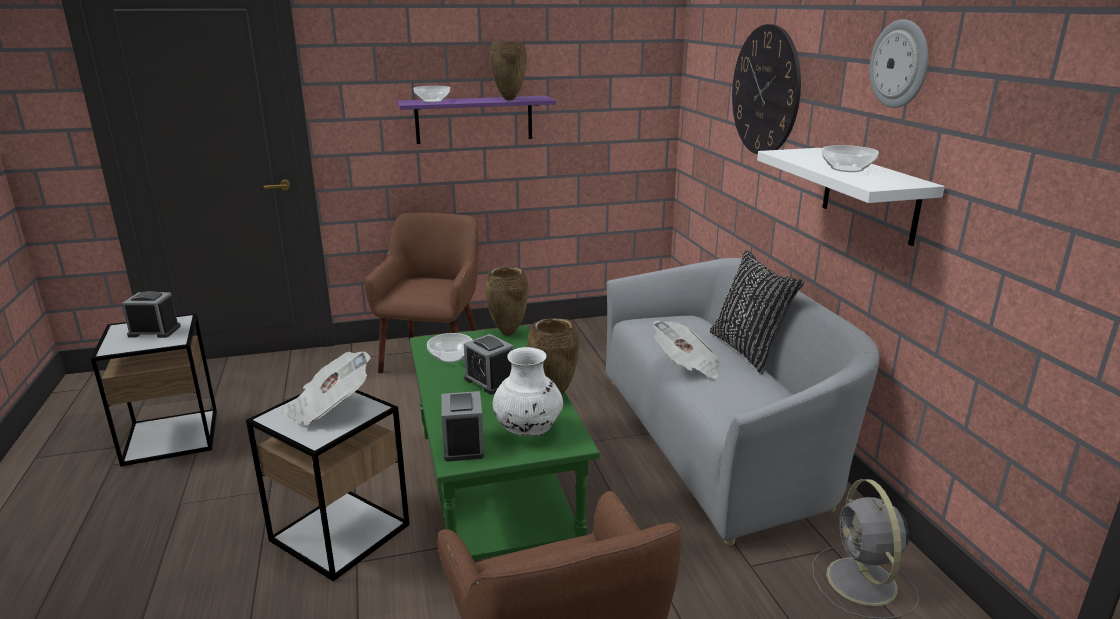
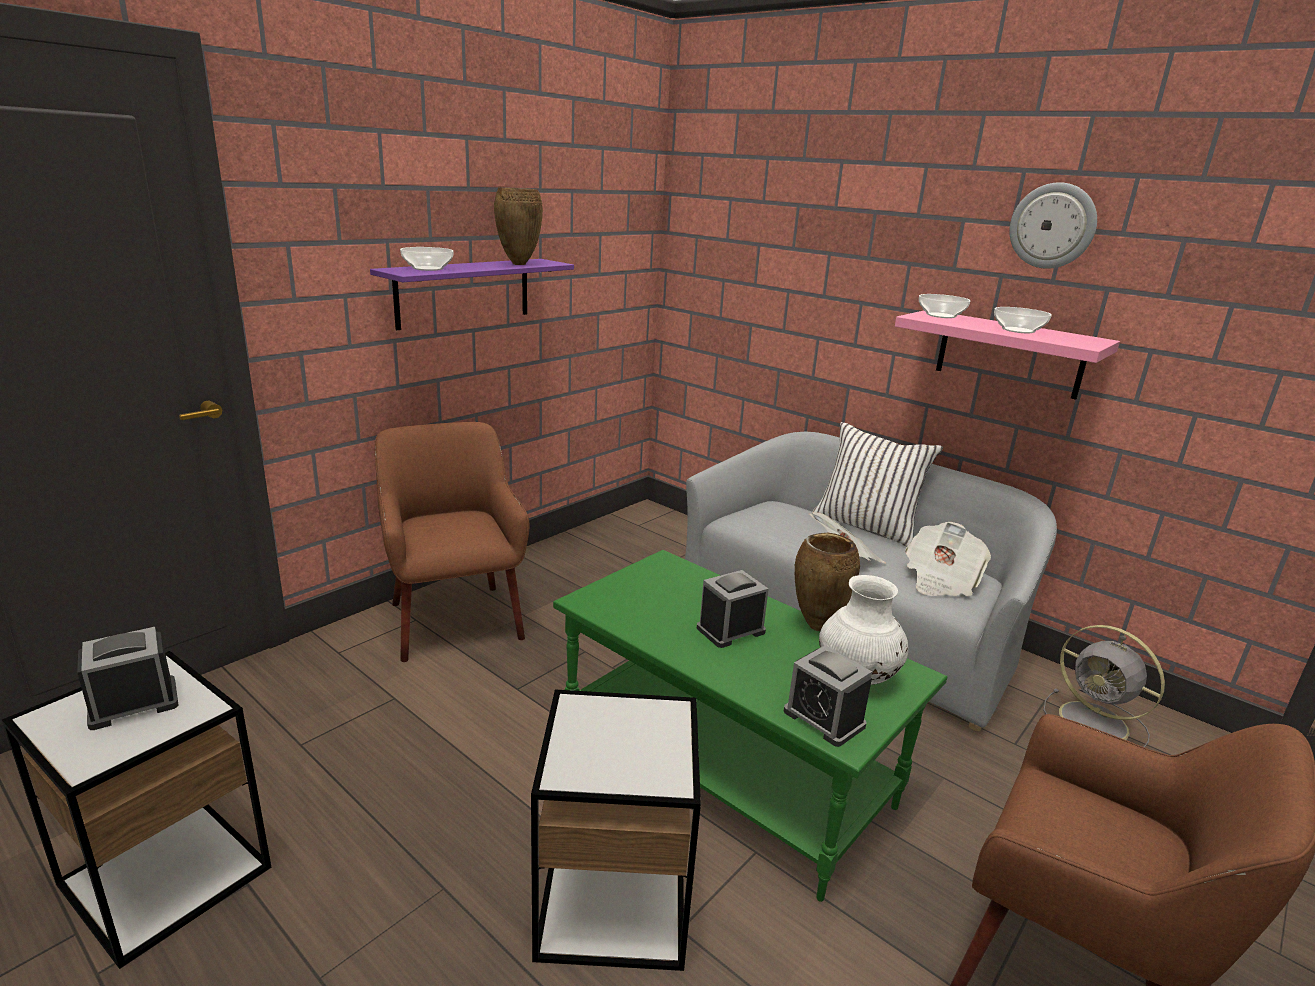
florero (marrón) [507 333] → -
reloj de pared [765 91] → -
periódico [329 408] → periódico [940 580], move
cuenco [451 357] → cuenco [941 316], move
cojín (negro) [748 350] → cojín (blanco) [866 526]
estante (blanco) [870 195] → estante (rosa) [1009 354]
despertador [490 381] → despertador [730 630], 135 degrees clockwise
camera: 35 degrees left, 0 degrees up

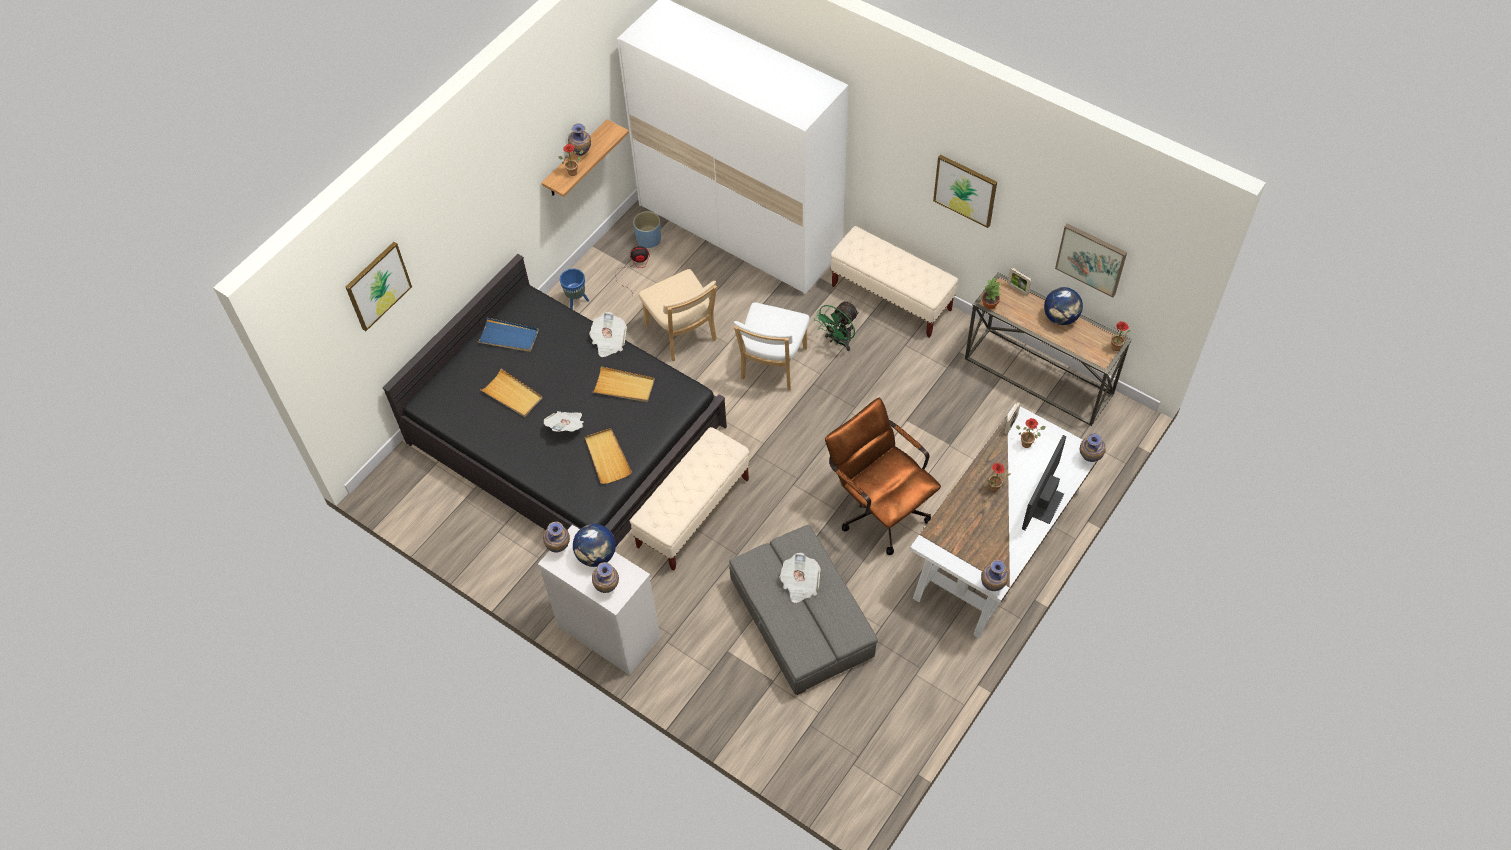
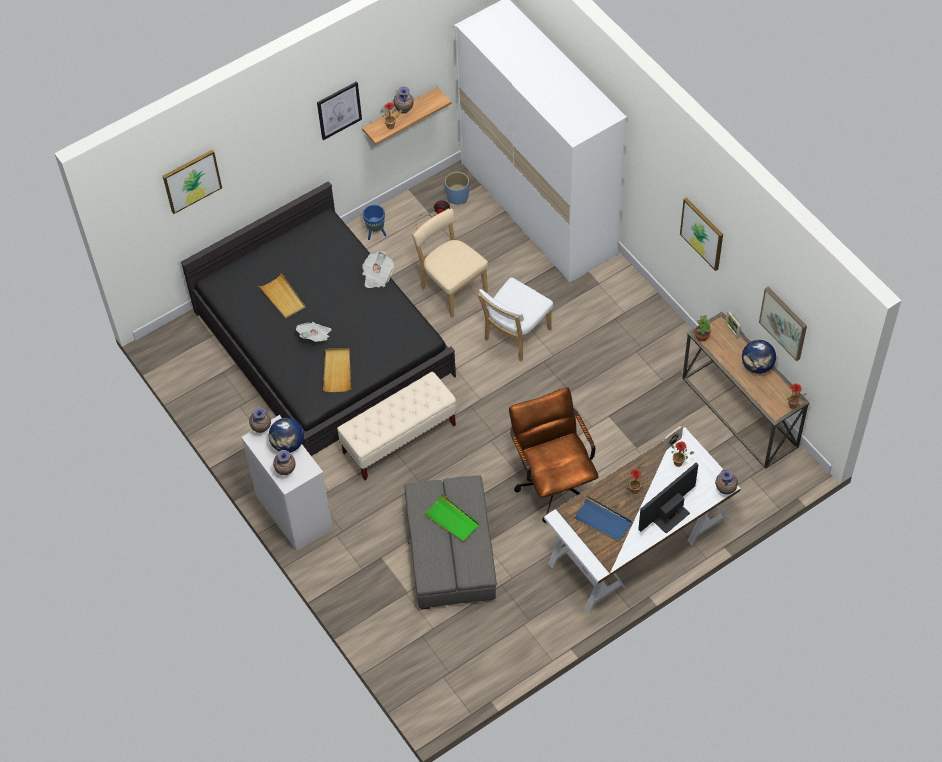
bandeja (beis) [624 386] → -
ventilador (verde) [838 341] → -
banco (beis) [891 298] → -
florero [992 586] → -
- → cuadro [339 110]
bandeja (azul) [509 337] → bandeja (azul) [602 521], move
periódico [800 583] → bandeja (verde) [452 520]
silla (beis) [683 335] → silla (beis) [452 288], 150 degrees clockwise
camera: 20 degrees right, 0 degrees up

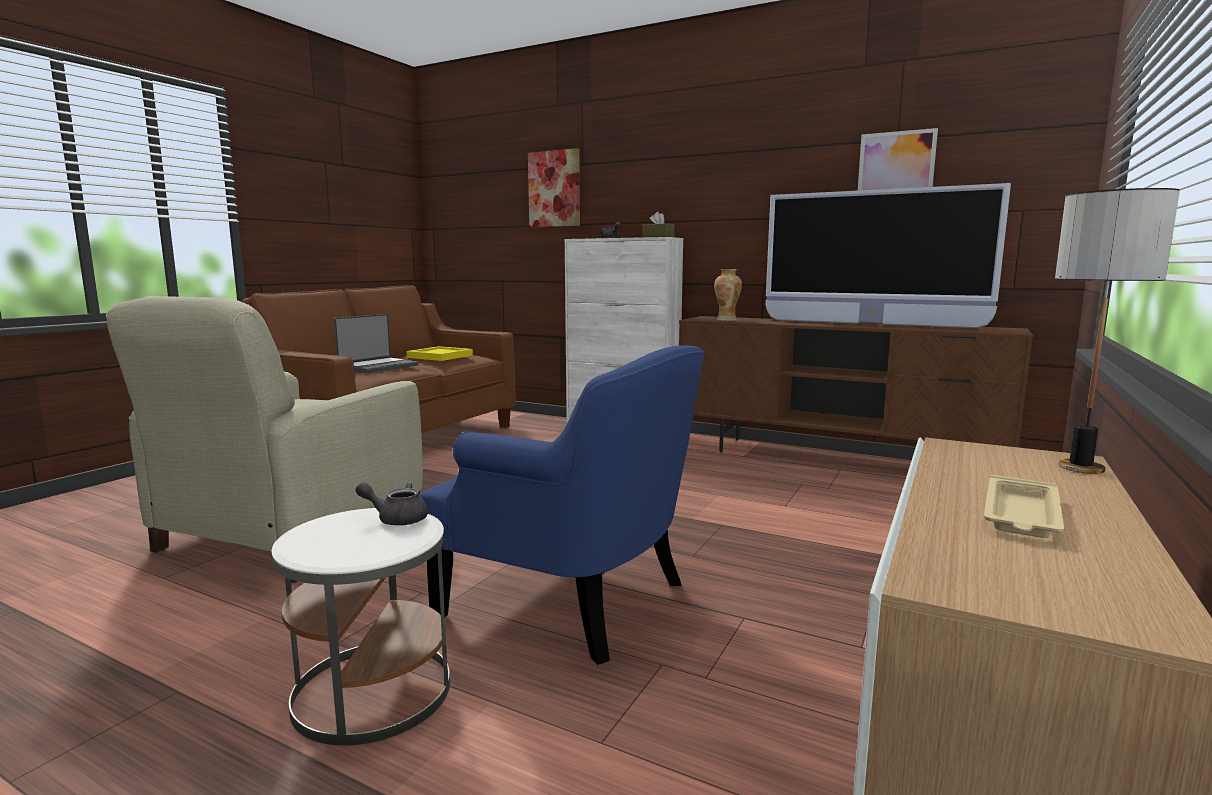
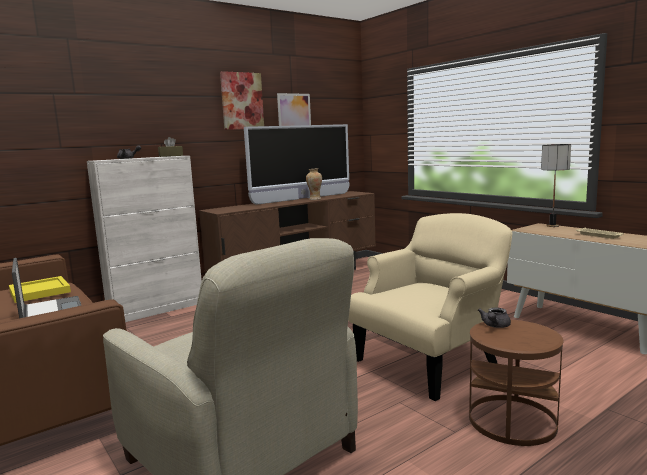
cuadro [554 189] → cuadro [242 101], move
florero [726 320] → florero [315 199], move
mesa auxiliar (blanco) [371 692] → mesa auxiliar (marrón) [512 421]
sillón (azul) [571 598] → sillón (beis) [429 362]
camera: 65 degrees left, 0 degrees up

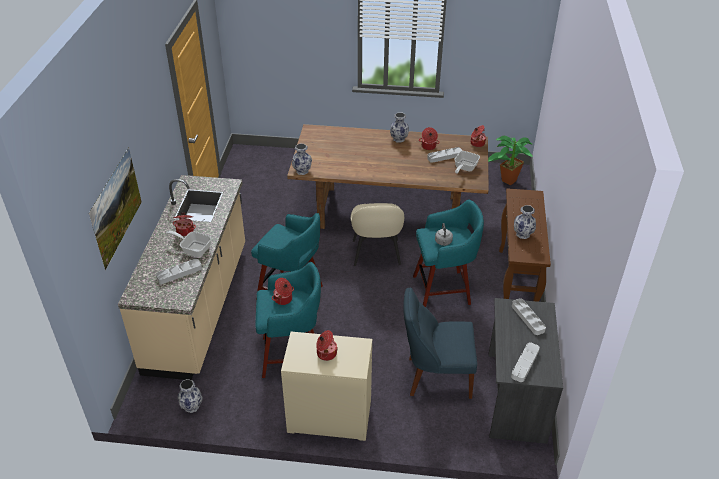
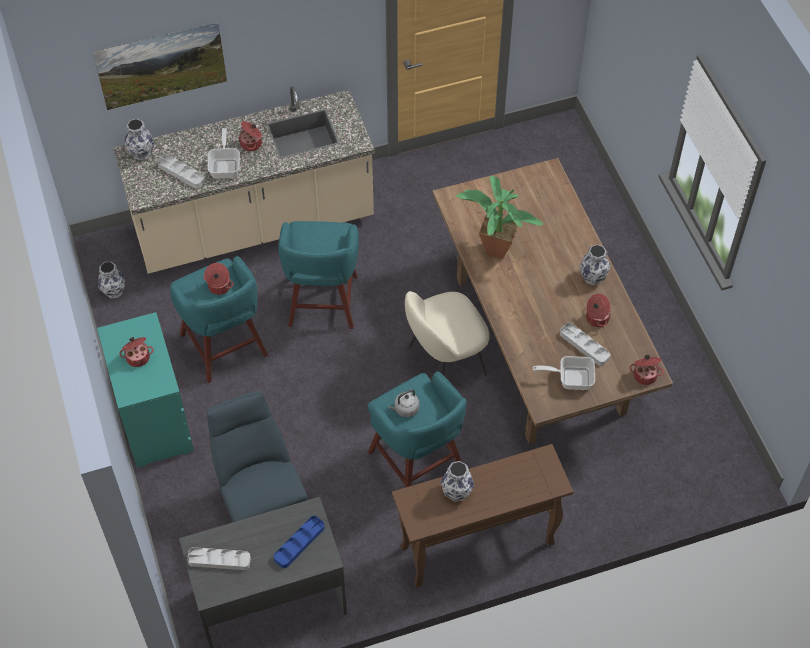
florero [302 171] → florero [141 153], move
planta en maceta [506 182] → planta en maceta [493 247], move
cómoda (beis) [329 417] → cómoda (turquesa) [154 420]
bandeja (gris) [528 318] → bandeja (azul) [299 543]
camera: 65 degrees right, 15 degrees up

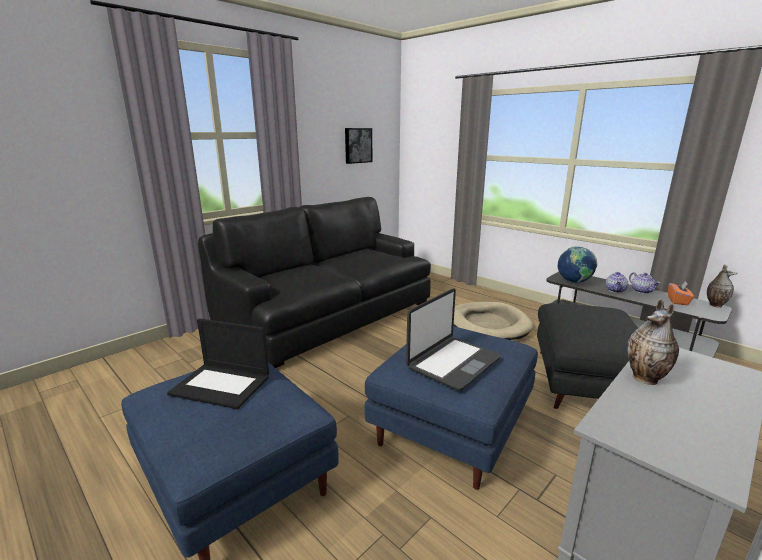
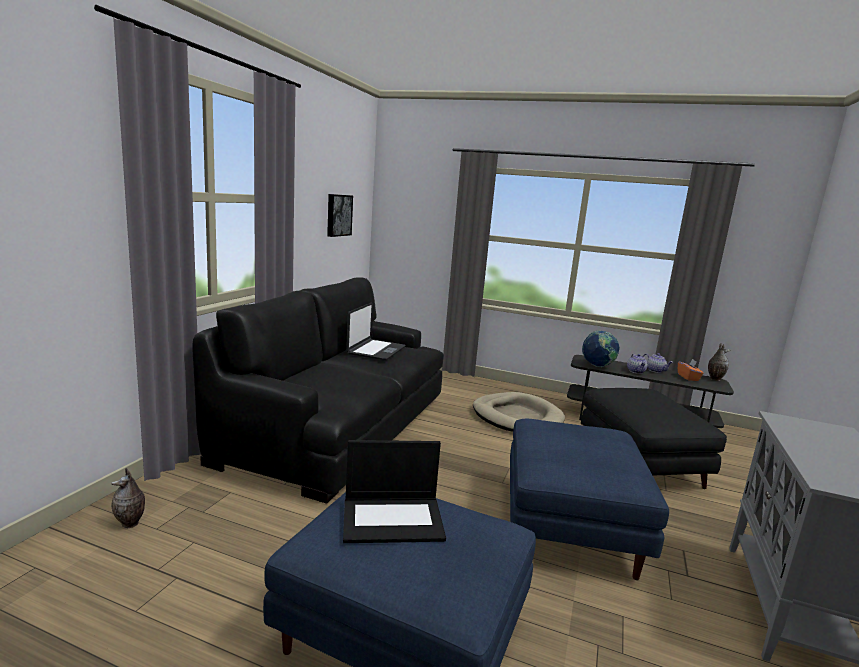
portátil [453 363] → portátil [375 350], move
florero [647 379] → florero [131 524], move
camera: 25 degrees left, 5 degrees down

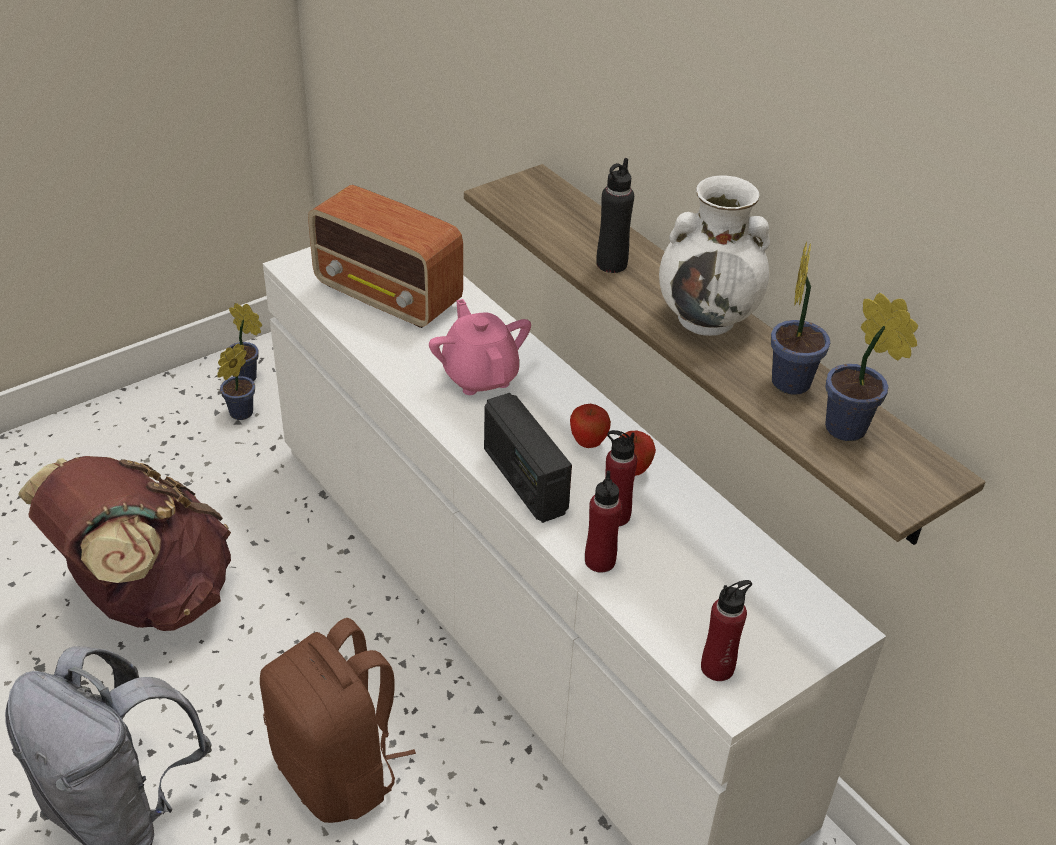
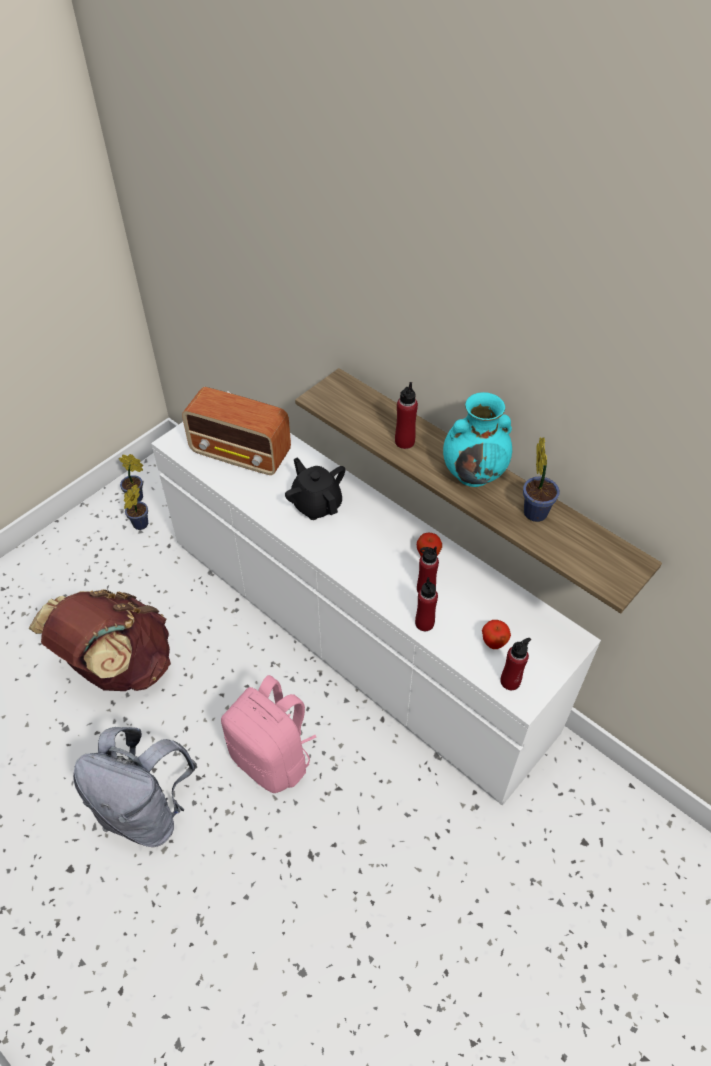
radio [524 480] → -
planta en maceta [850 431] → -
manzana [588 443] → manzana [493 643], move
mochila (marrón) [338 771] → mochila (rosa) [272 758]
tetera (rosa) [480 376] → tetera (negro) [316 504]
botella (negro) [611 264] → botella (rojo) [404 442]
florero (blanco) [708 318] → florero (turquesa) [474 473]
camera: 10 degrees left, 10 degrees up

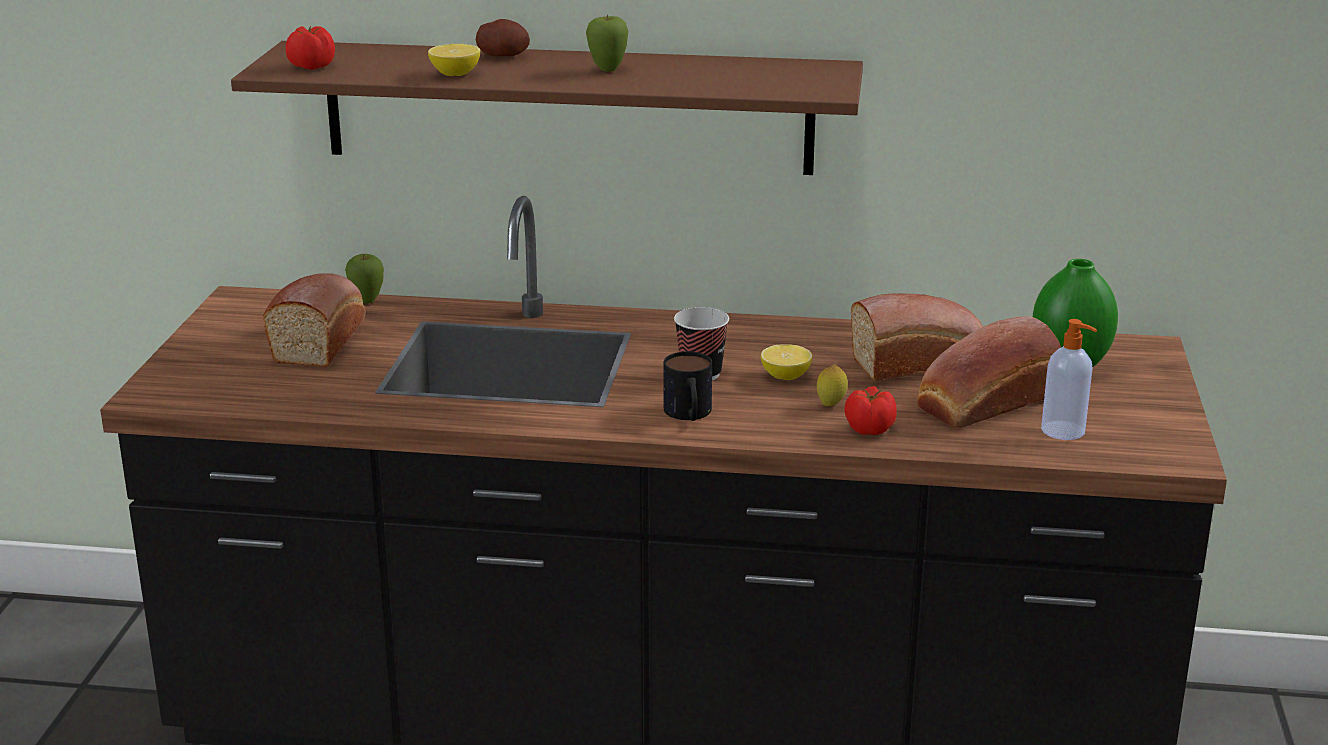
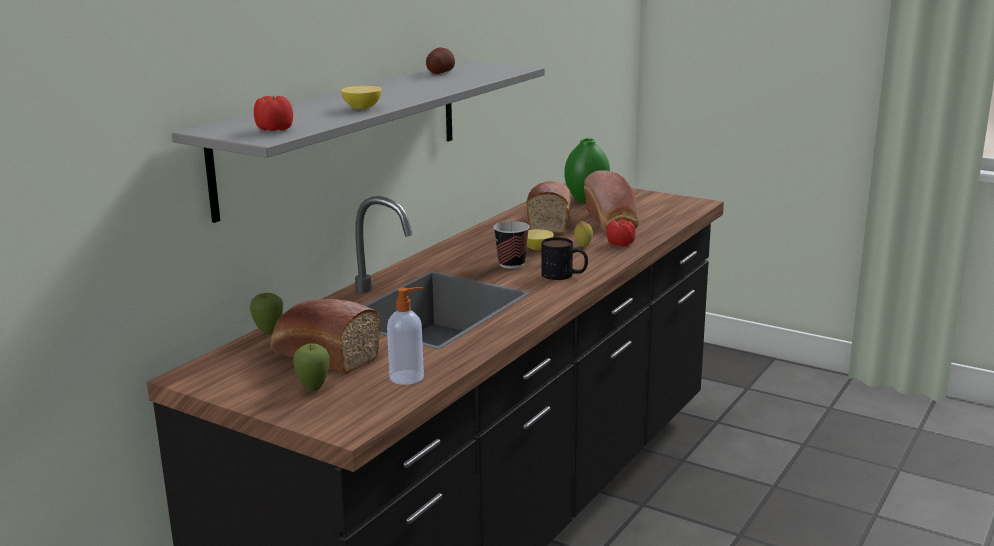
patata [503 56] → patata [440 73], move
manzana [607 70] → manzana [313 388], move
dispensador de jabón [1064 431] → dispensador de jabón [408 377], move
estante (marrón) [567 107] → estante (gris) [344 133]
camera: 65 degrees left, 5 degrees down

